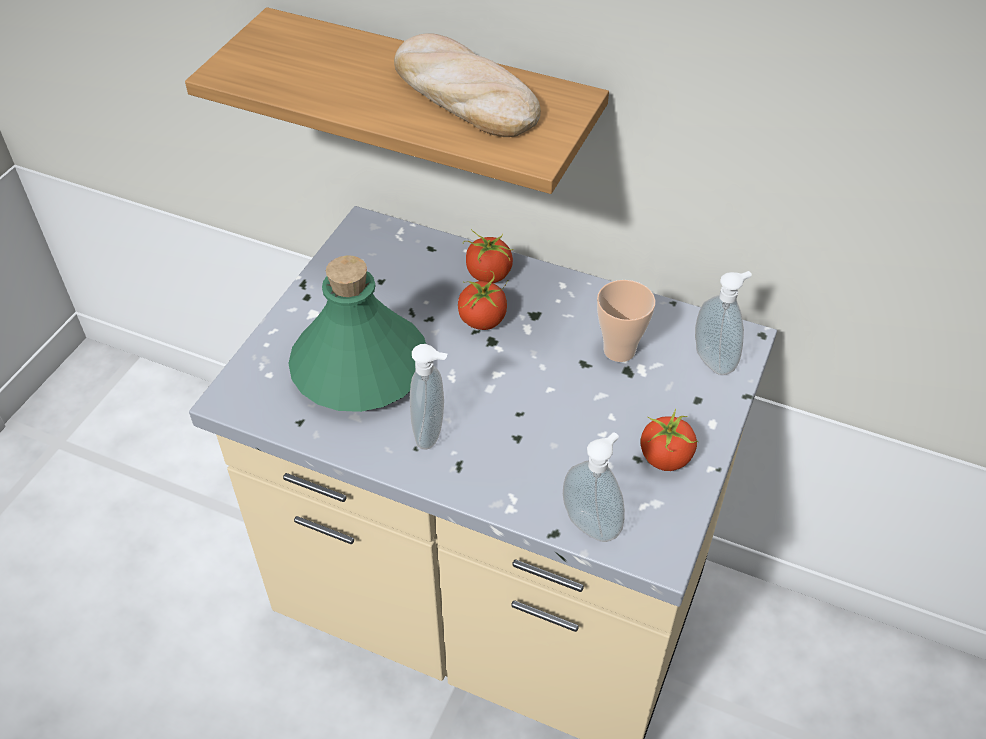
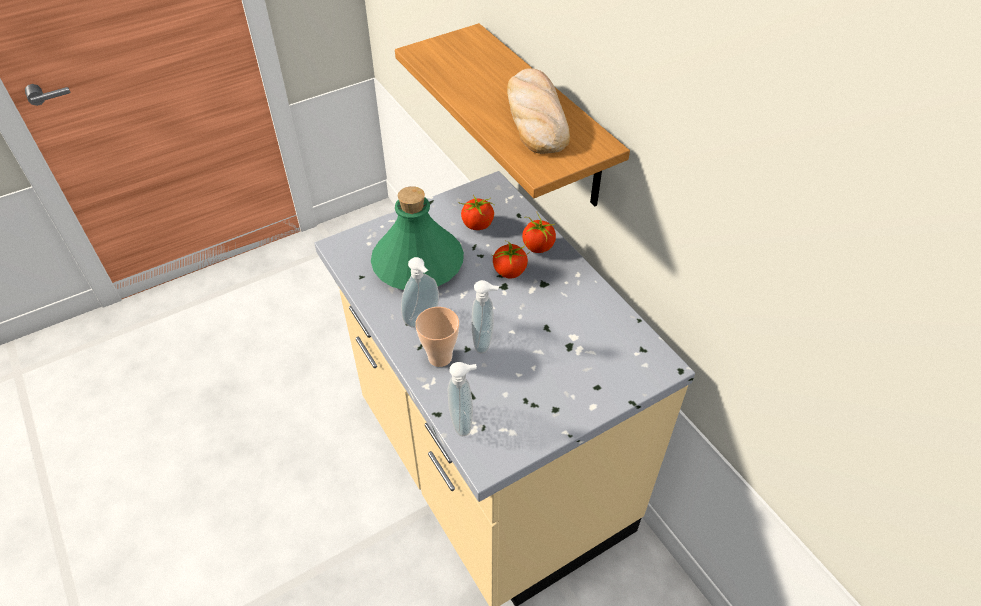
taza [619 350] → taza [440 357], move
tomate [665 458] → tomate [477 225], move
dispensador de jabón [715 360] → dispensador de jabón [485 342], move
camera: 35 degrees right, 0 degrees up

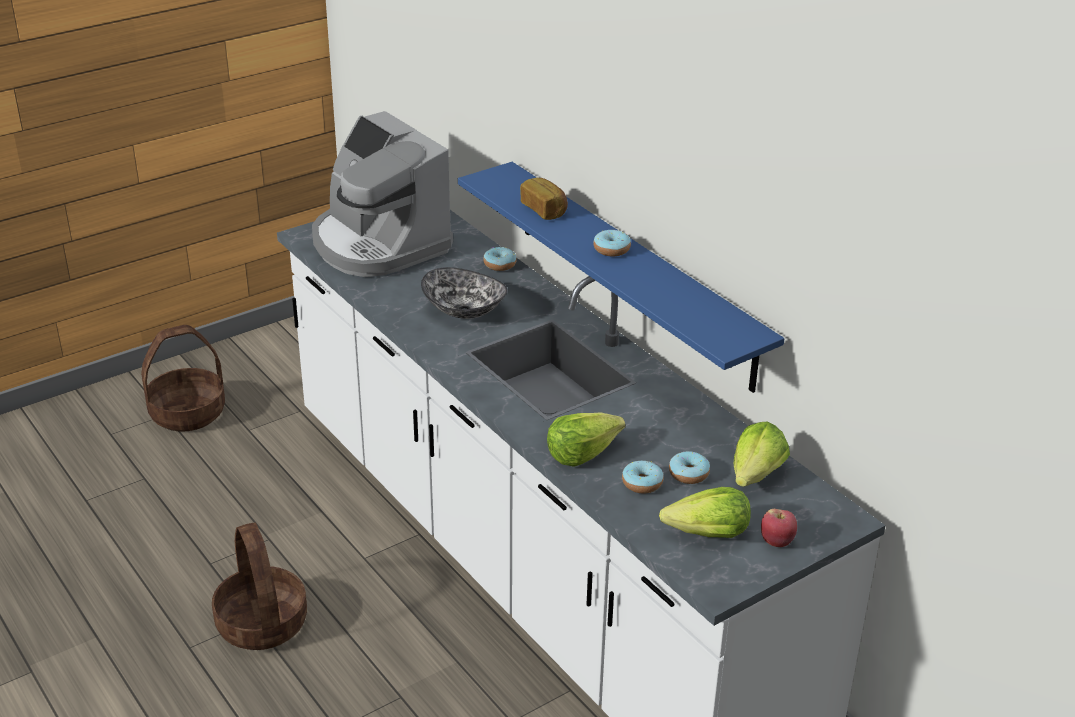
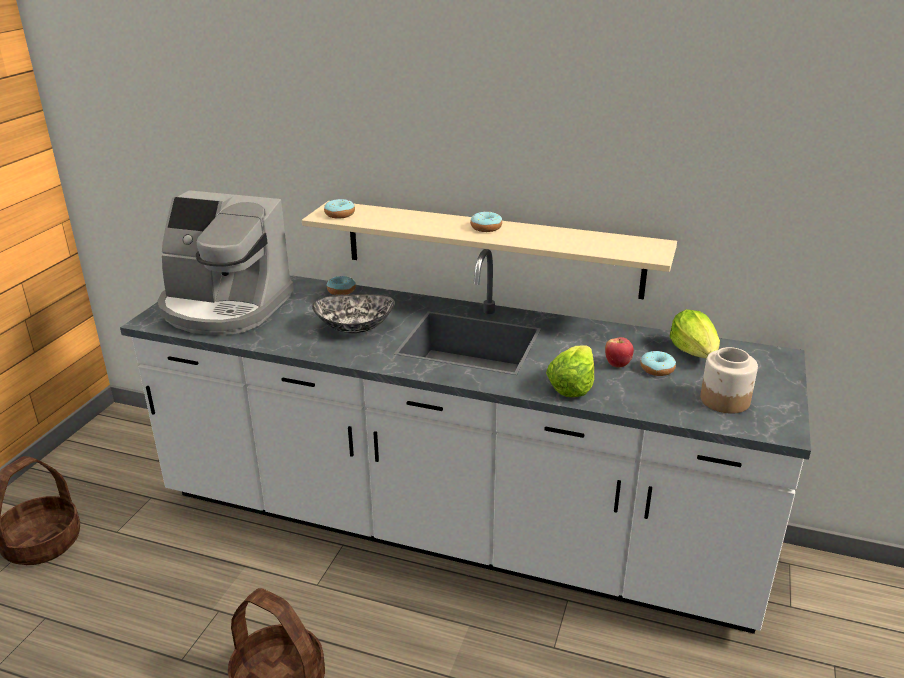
pan [544 210] → -
rosquilla [642 483] → rosquilla [340 214], move
manzana [777 542] → manzana [617 364], move
lechuga [708 534] → tarro [725 400]
estante (azul) [633 273] → estante (beis) [491 248]
camera: 35 degrees left, 5 degrees down

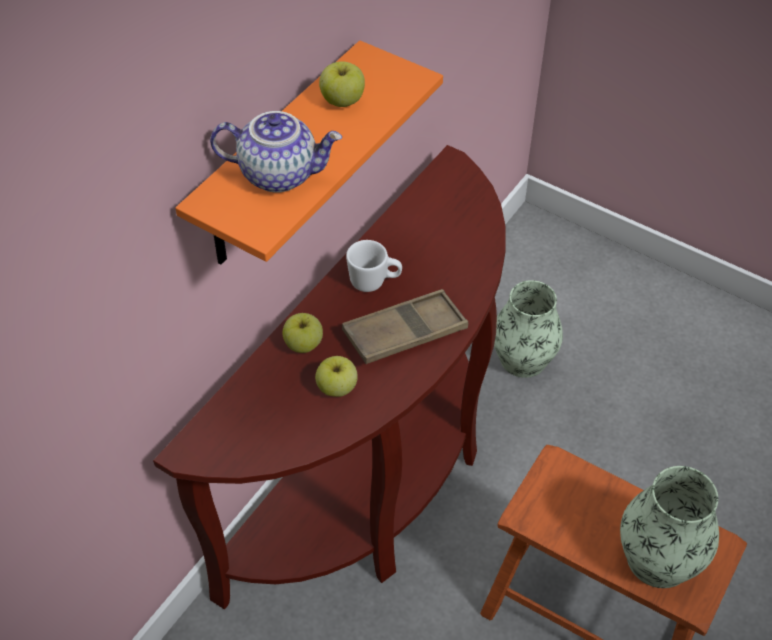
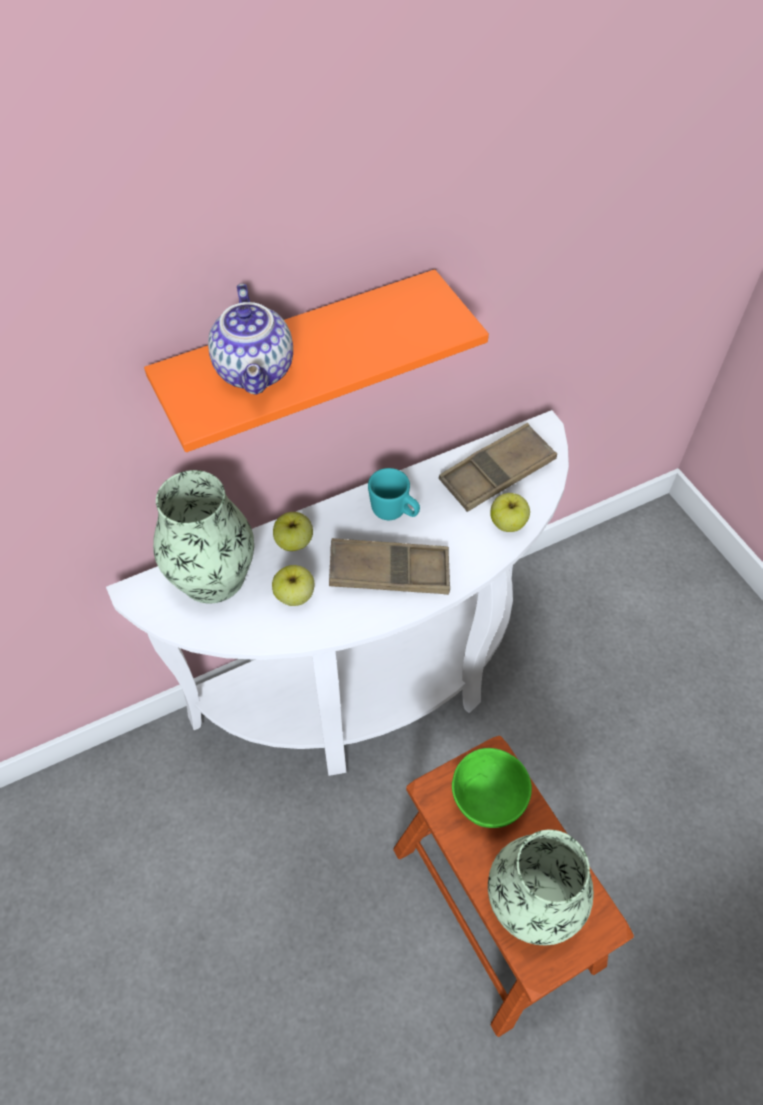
- → bandeja (marrón) [497 473]
- → cuenco (verde) [486 801]
manzana [342 100] → manzana [508 523], move
florero [523 358] → florero [213 575], move
mesa consola (marrón) [374 483] → mesa consola (blanco) [376 686]
taza grande (blanco) [374 282] → taza grande (turquesa) [394 512]
tetera [279 173] → tetera [257 371], 45 degrees clockwise
camera: 30 degrees right, 5 degrees up

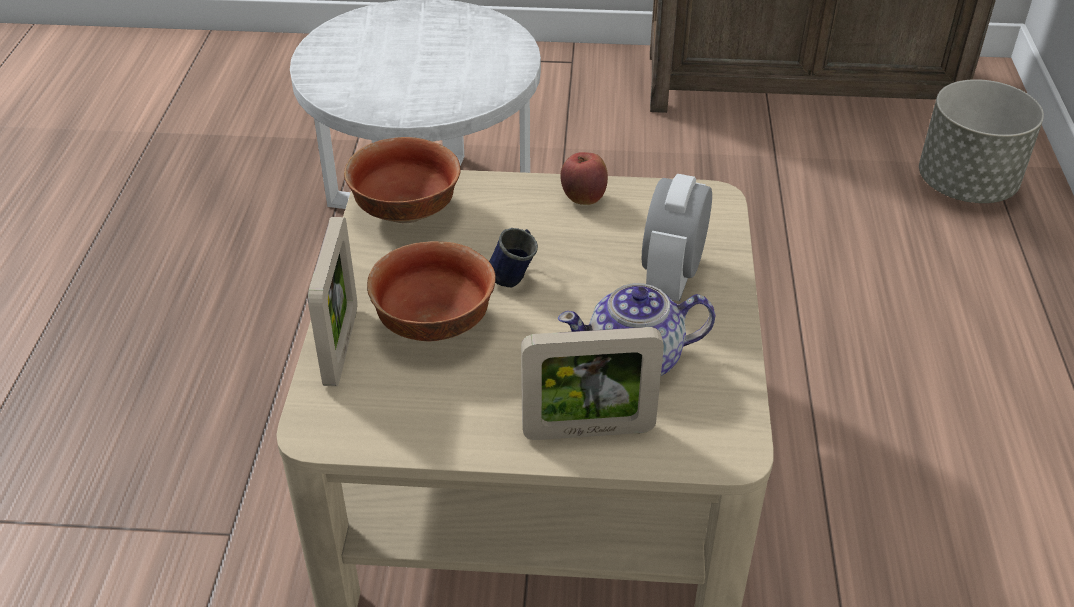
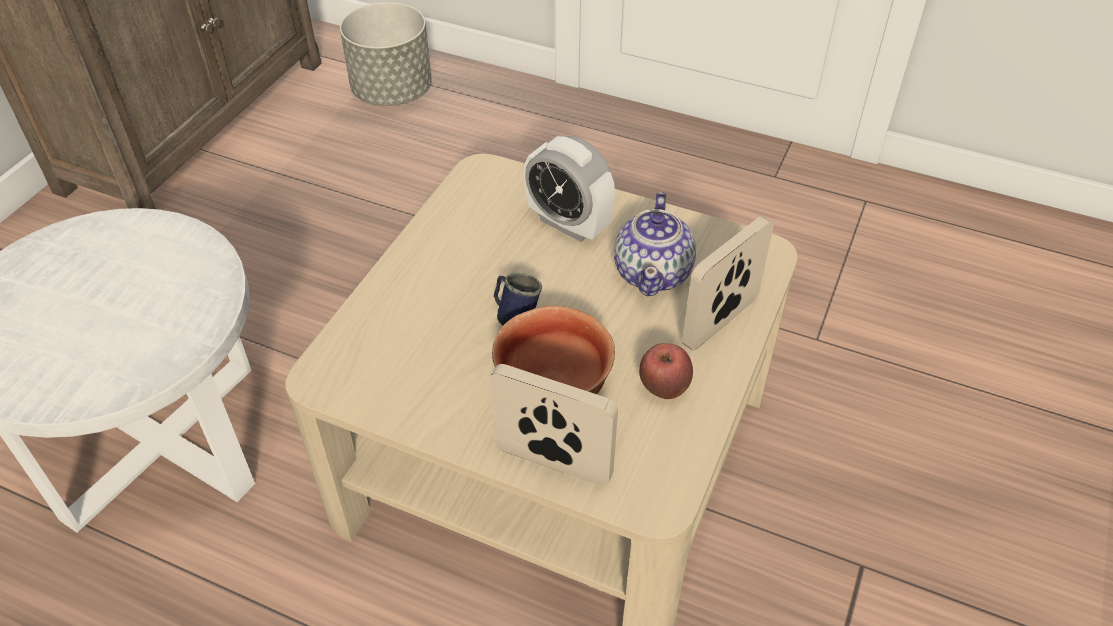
cuenco [406 210] → -
manzana [583 198] → manzana [664 389], move
portarretratos [588 431] → portarretratos [720 322], 150 degrees counterclockwise
camera: 70 degrees left, 5 degrees up

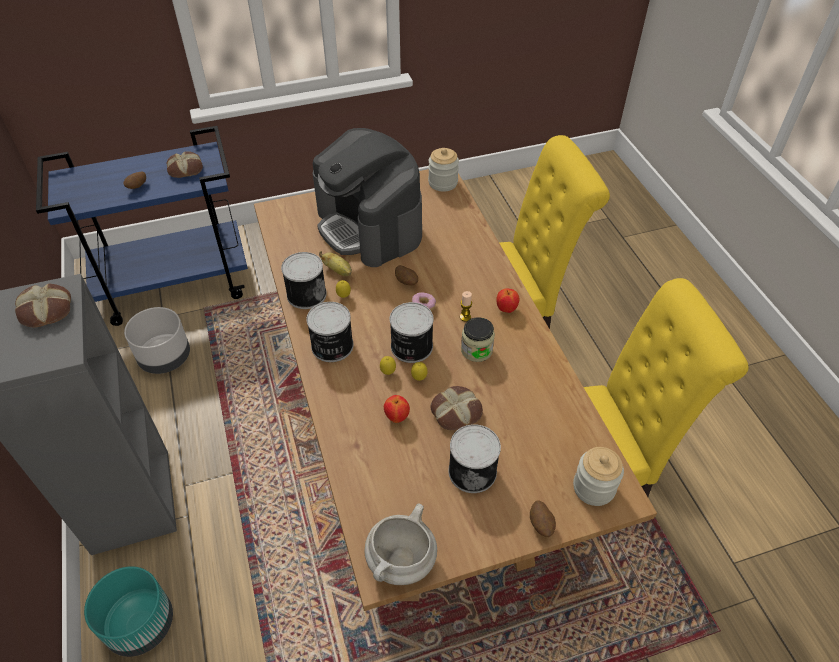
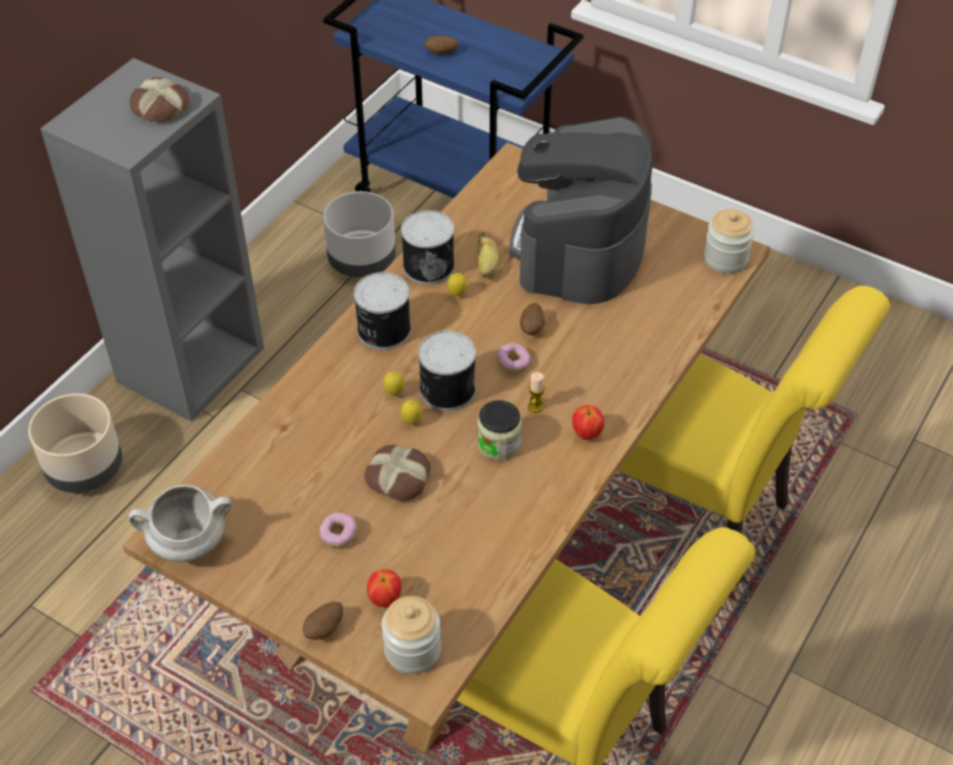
pan [185 168] → -
manzana [397 417] → manzana [385 599], move
lata [472 470] → rosquilla [339 535]
maceta (turquesa) [141 625] → maceta (beis) [85 469]
camera: 50 degrees right, 0 degrees up

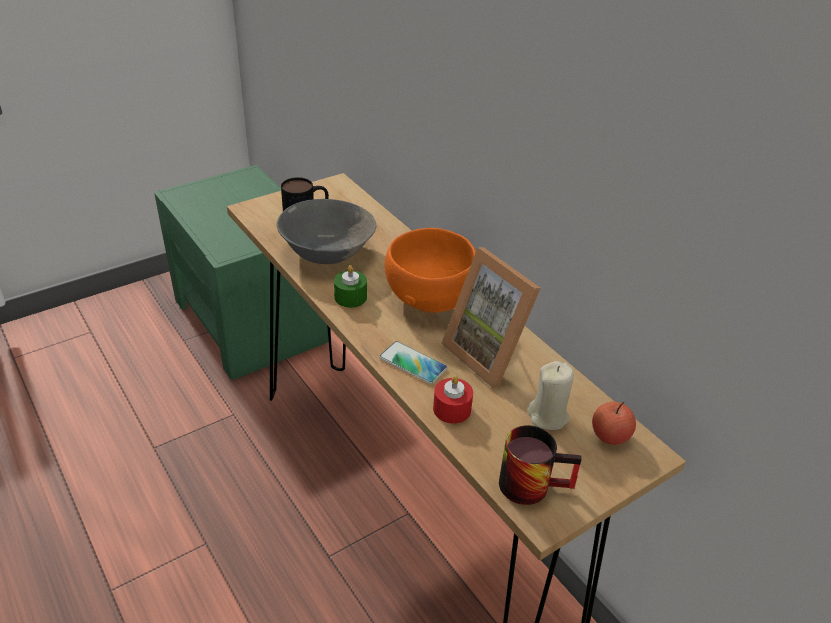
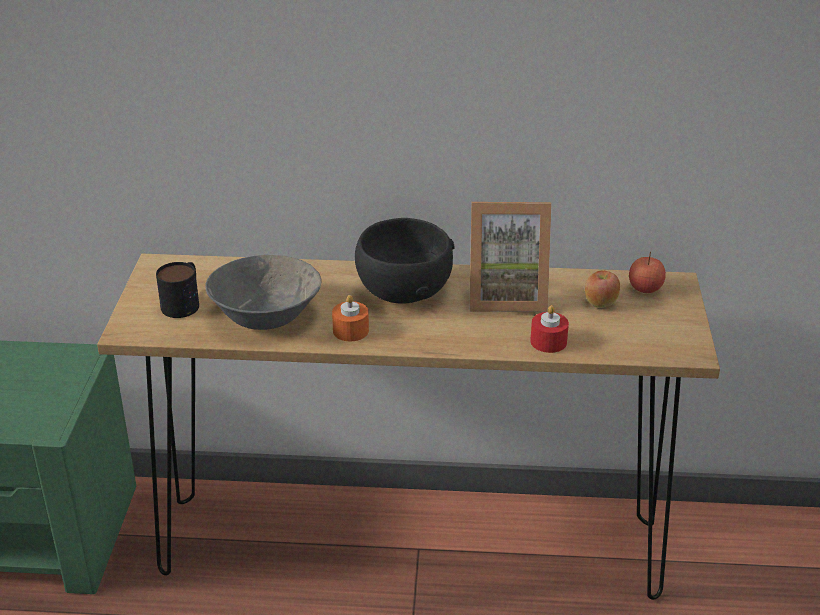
móvil [412 363] → -
taza grande [532 482] → -
vela (beis) [548 416] → manzana [600 303]
vela (verde) [350 297] → vela (naranja) [350 331]
cuenco (naranja) [430 298] → cuenco (negro) [403 292]
camera: 50 degrees left, 5 degrees down

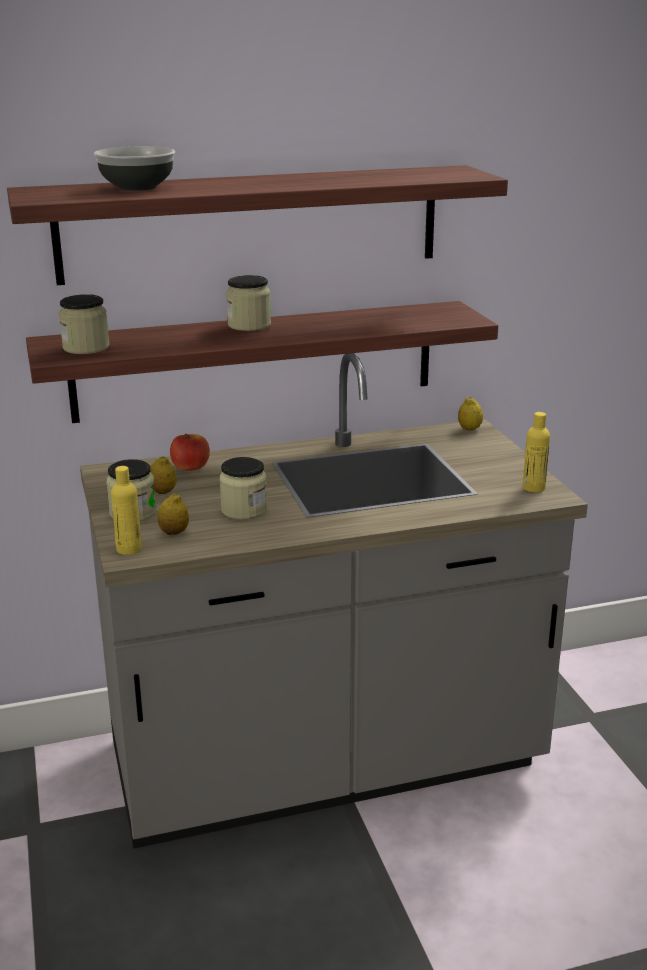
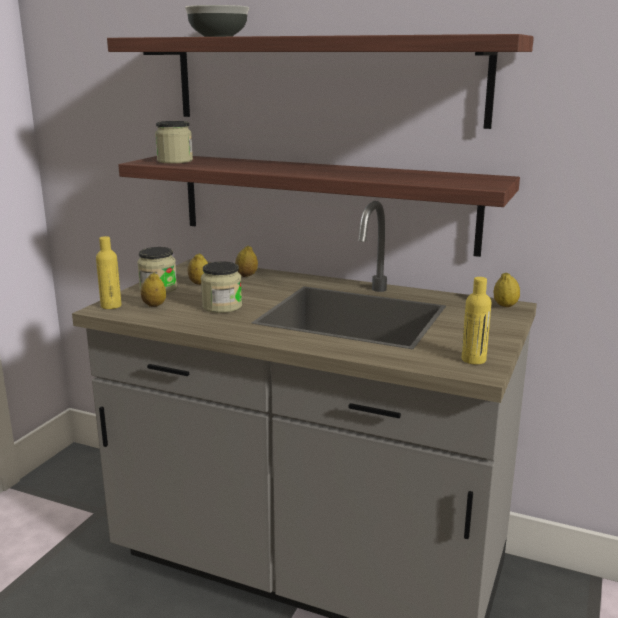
tarro [249 325] → -
manzana [190 467] → limón [246 275]
camera: 40 degrees right, 5 degrees down

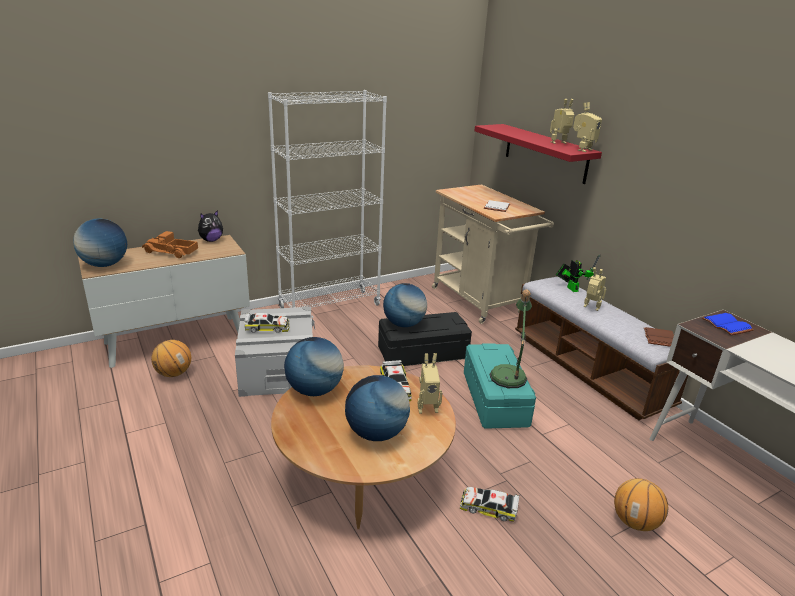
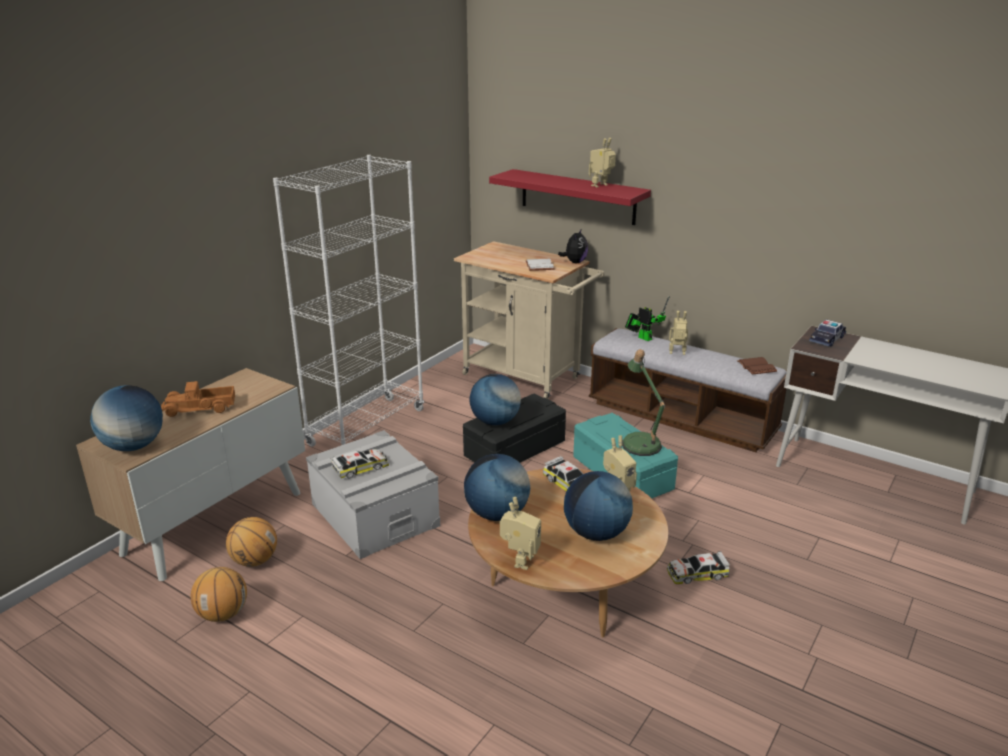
peluche [211 240] → peluche [574 262], move
robot de juguete [582 149] → robot de juguete [519 560], move
balón de baloncesto [635 522] → balón de baloncesto [223 614], move
libro (azul) [728 325] → coche de juguete [827 339]
camera: 25 degrees left, 0 degrees up

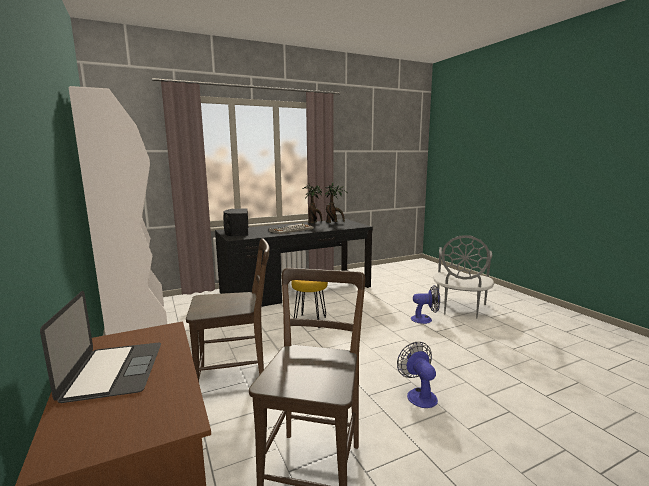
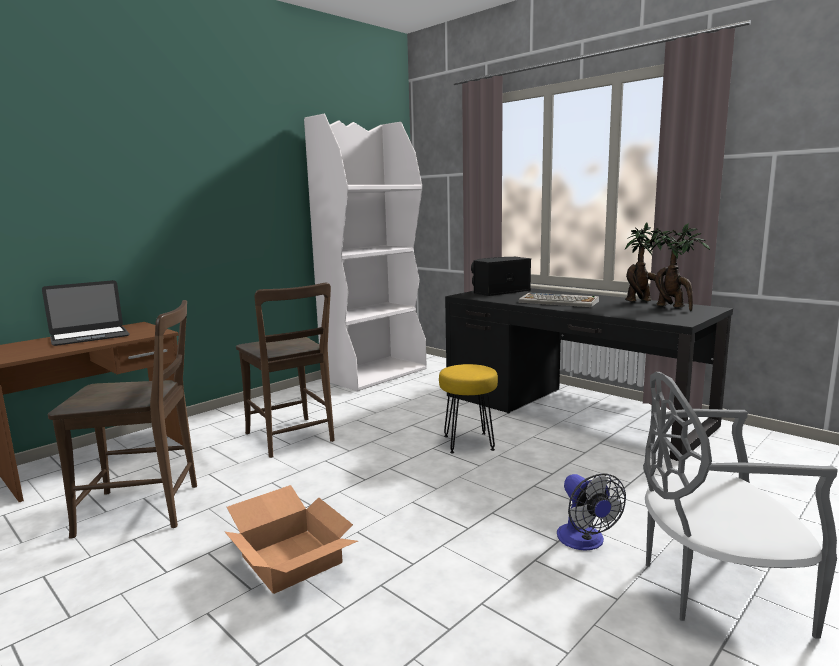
ventilador [419 394] → caja de cartón [289 559]
camera: 70 degrees right, 0 degrees up

